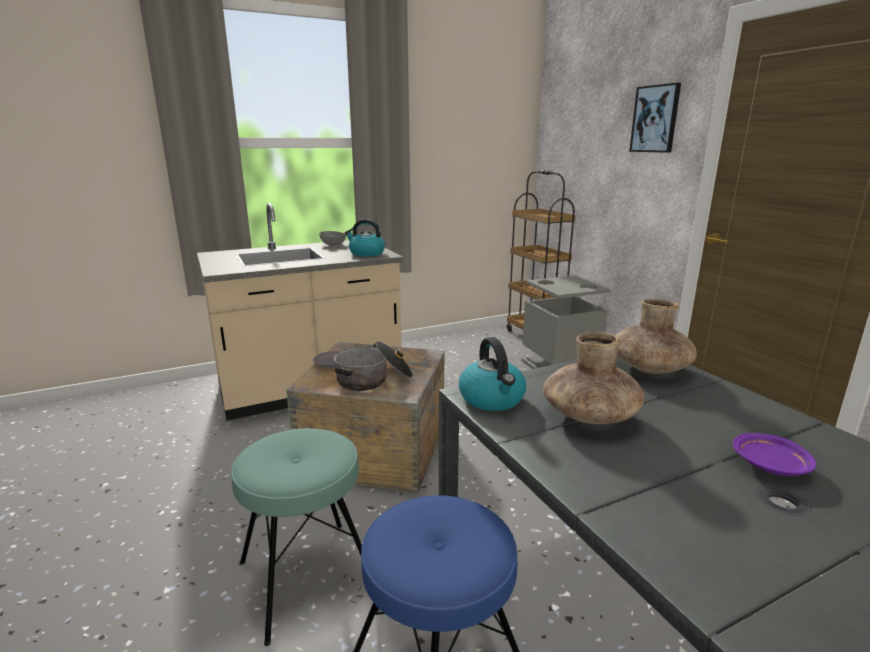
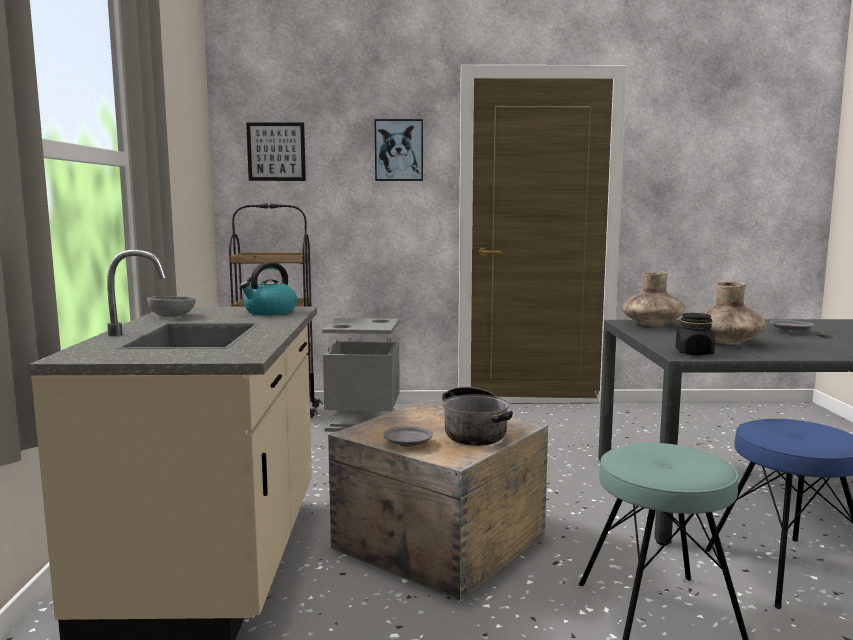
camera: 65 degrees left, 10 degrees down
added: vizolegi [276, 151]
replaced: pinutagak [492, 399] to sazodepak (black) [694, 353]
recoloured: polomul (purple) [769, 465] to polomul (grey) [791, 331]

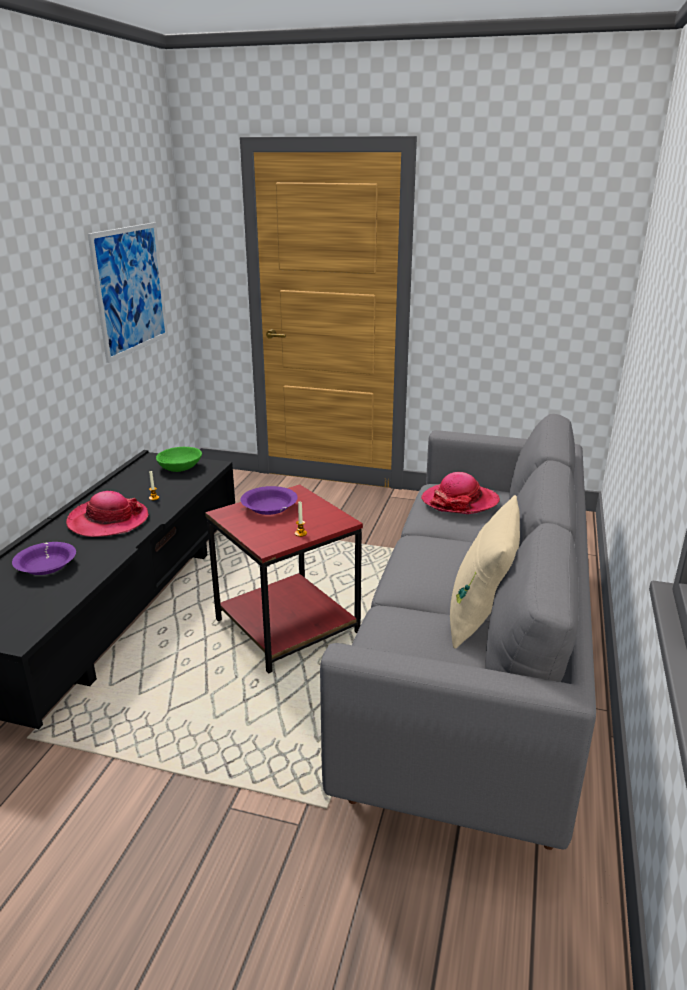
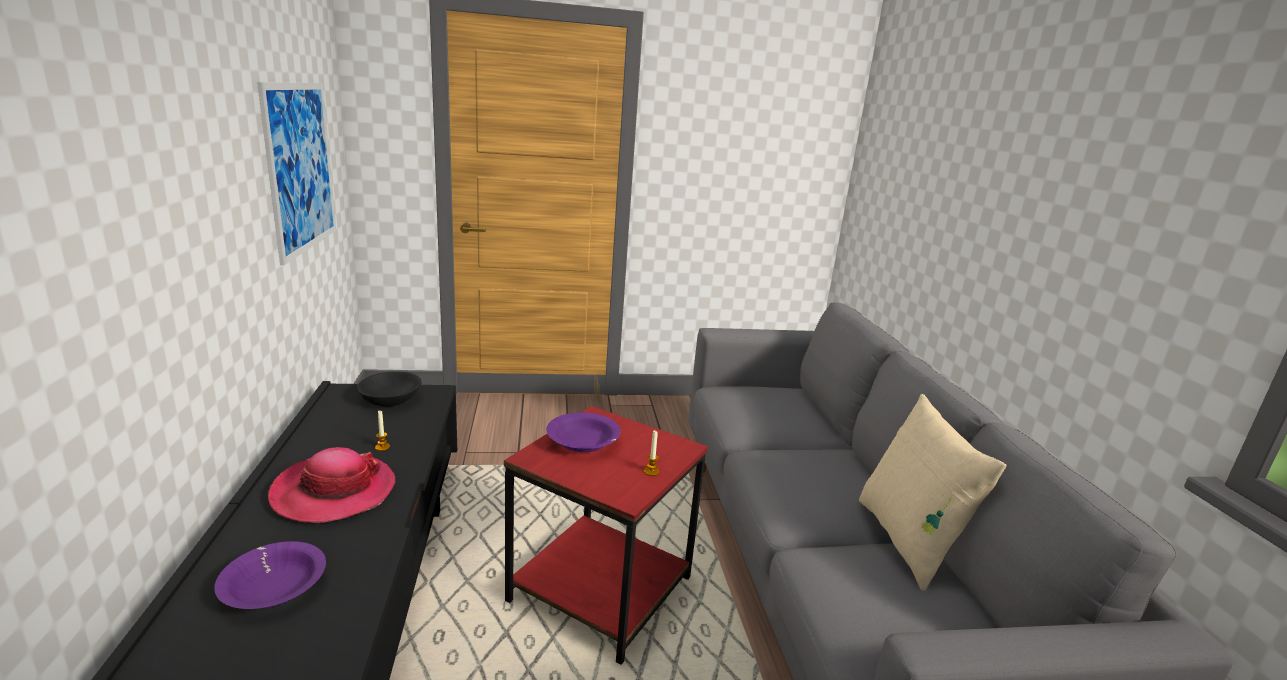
camera: 25 degrees left, 5 degrees down
removed: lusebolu [460, 501]
recoloured: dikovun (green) [180, 467] to dikovun (black) [390, 399]

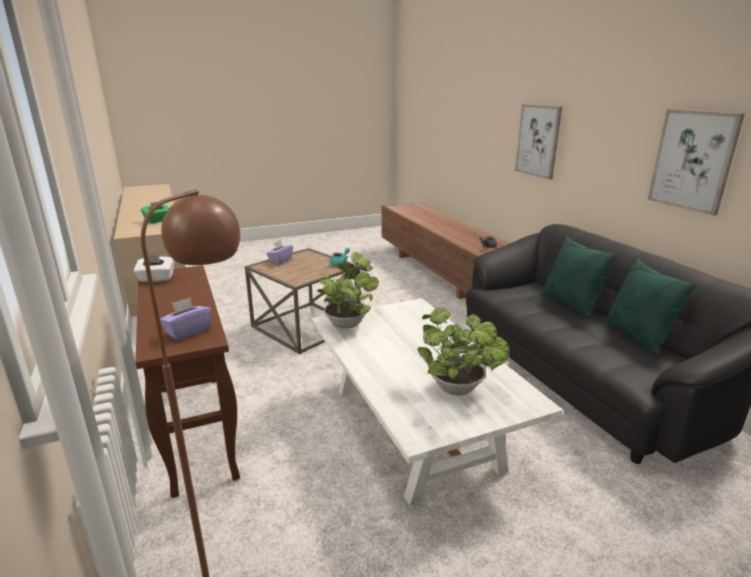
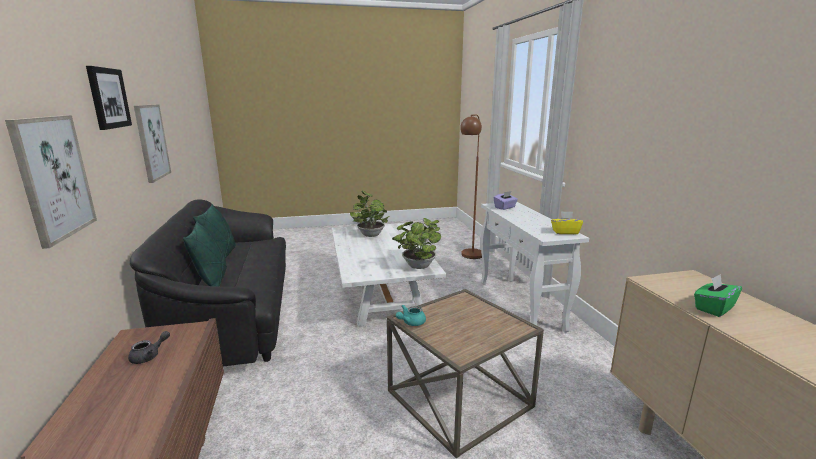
camera: 170 degrees left, 5 degrees down
removed: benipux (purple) [280, 260]
added: vizolegi [108, 98]
recoloured: benipux (white) [156, 279] to benipux (yellow) [565, 232]; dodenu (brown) [196, 428] to dodenu (white) [520, 305]

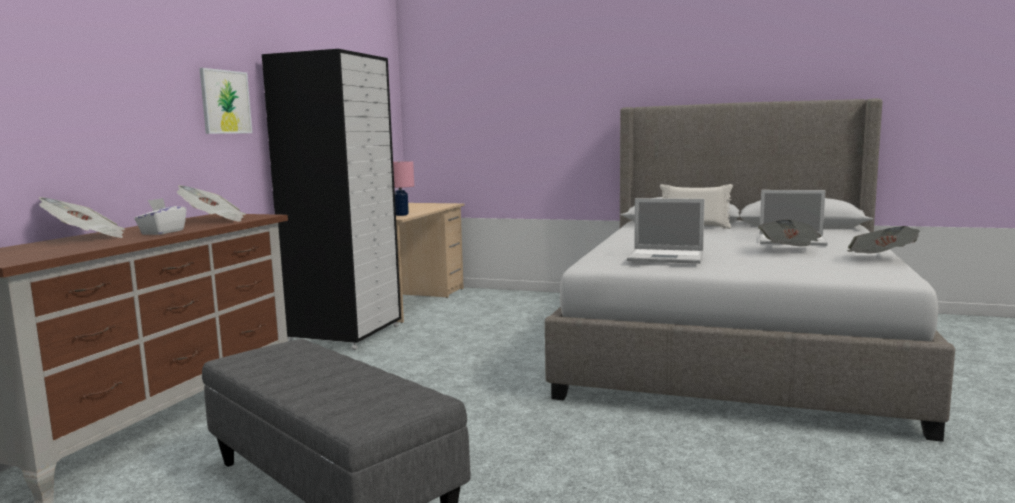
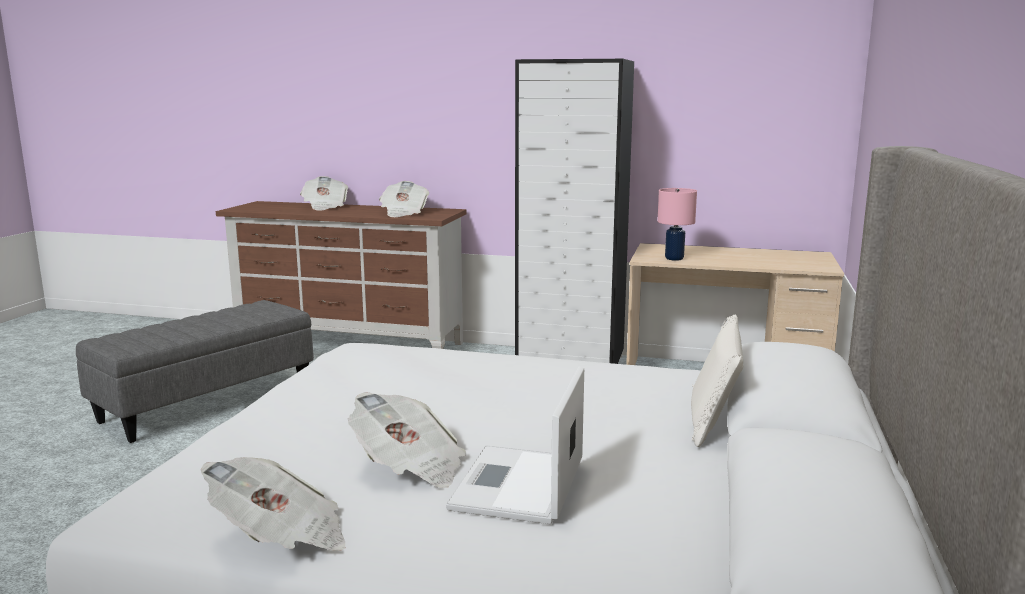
camera: 85 degrees right, 5 degrees up
removed: vizolegi [225, 102]; benipux (white) [162, 232]; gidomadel [667, 257]

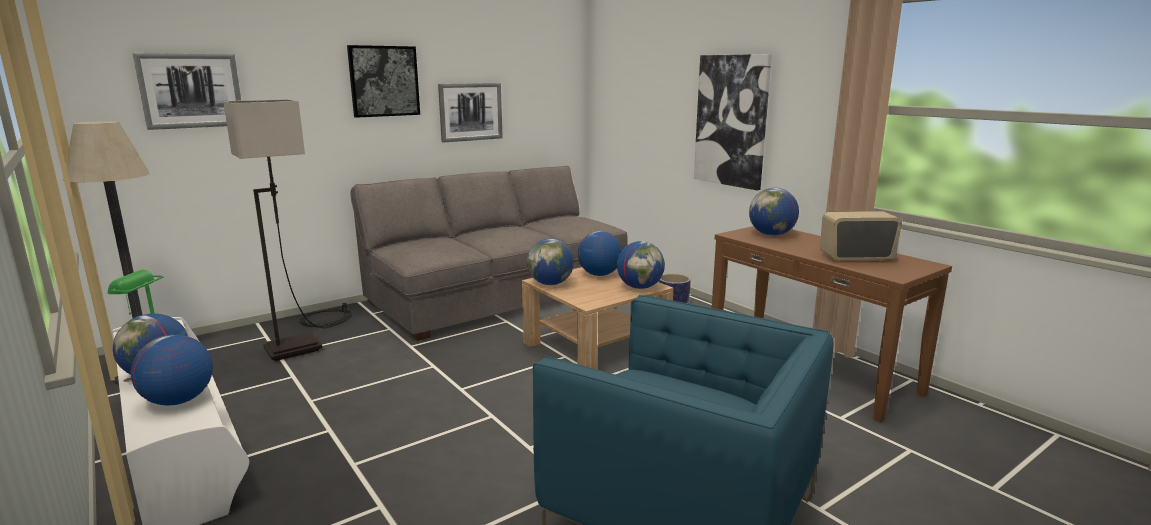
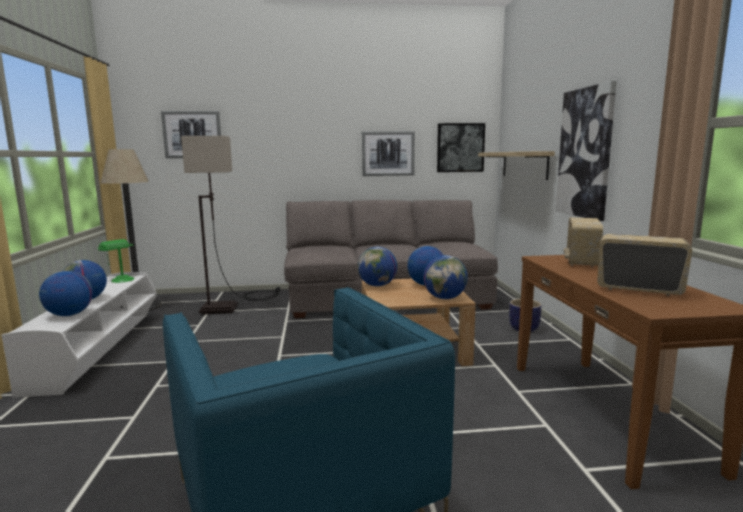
camera: 30 degrees right, 5 degrees down
added: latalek [524, 164]
moved: vizolegi [384, 81] to [460, 147]
replaced: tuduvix [771, 235] to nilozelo [580, 262]

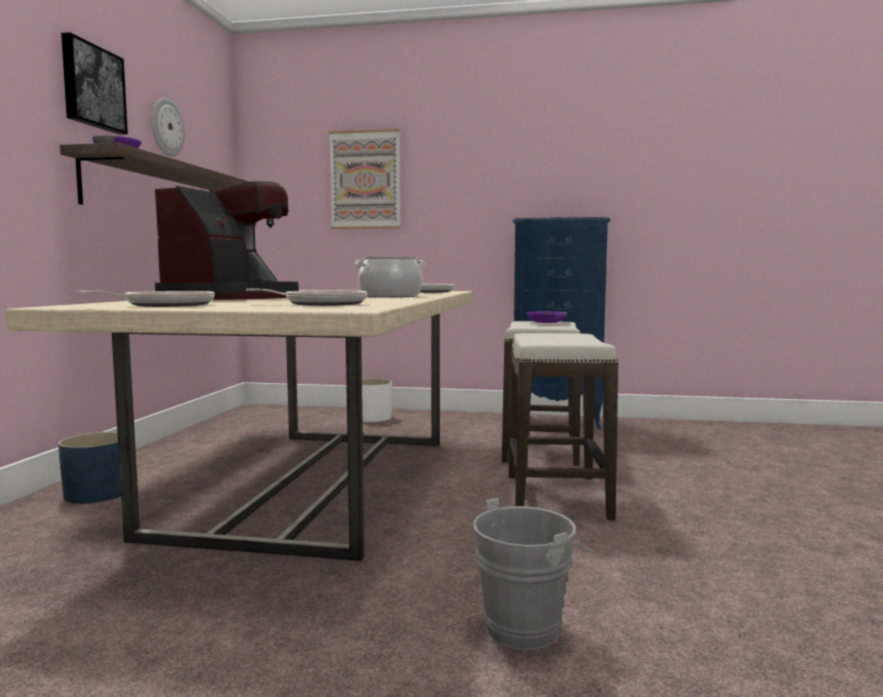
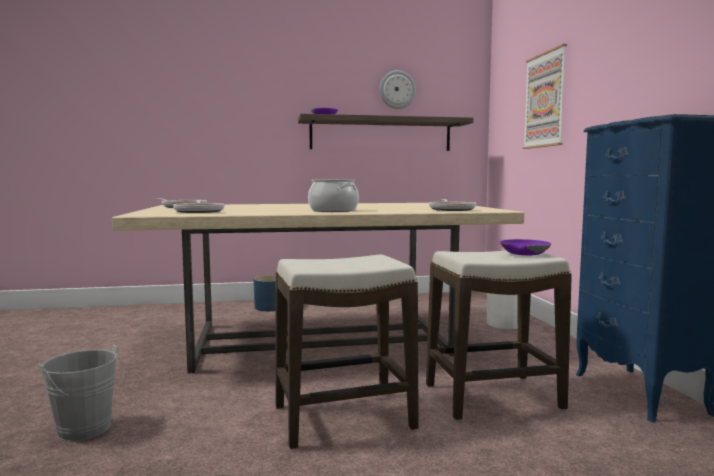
camera: 70 degrees right, 0 degrees up
removed: vizolegi [92, 87]; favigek [234, 298]

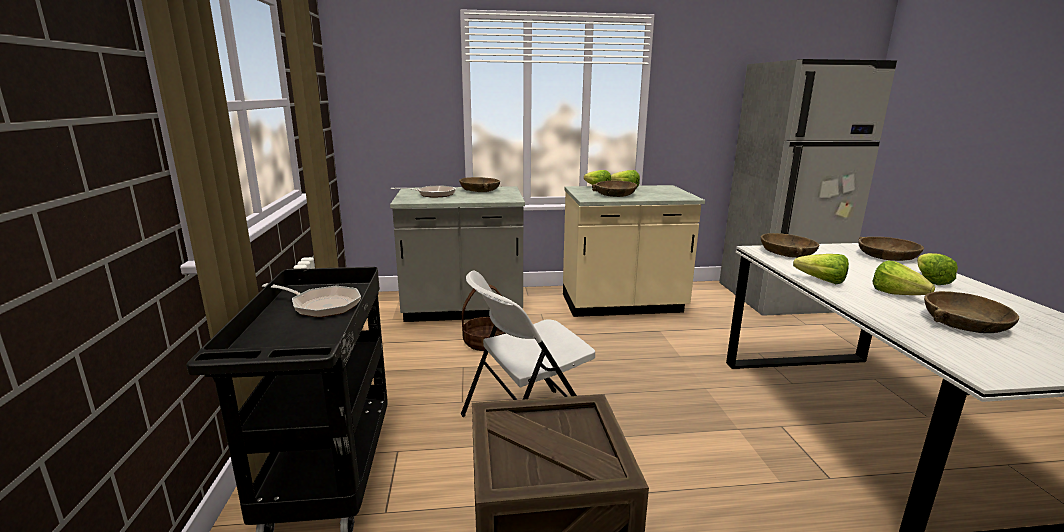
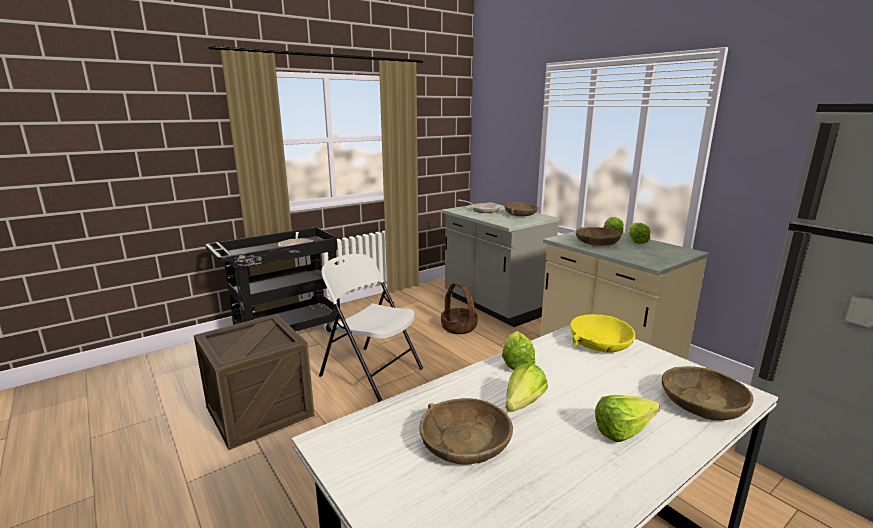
camera: 60 degrees right, 0 degrees up
recoloured: dikovun (brown) [787, 253] to dikovun (yellow) [600, 342]

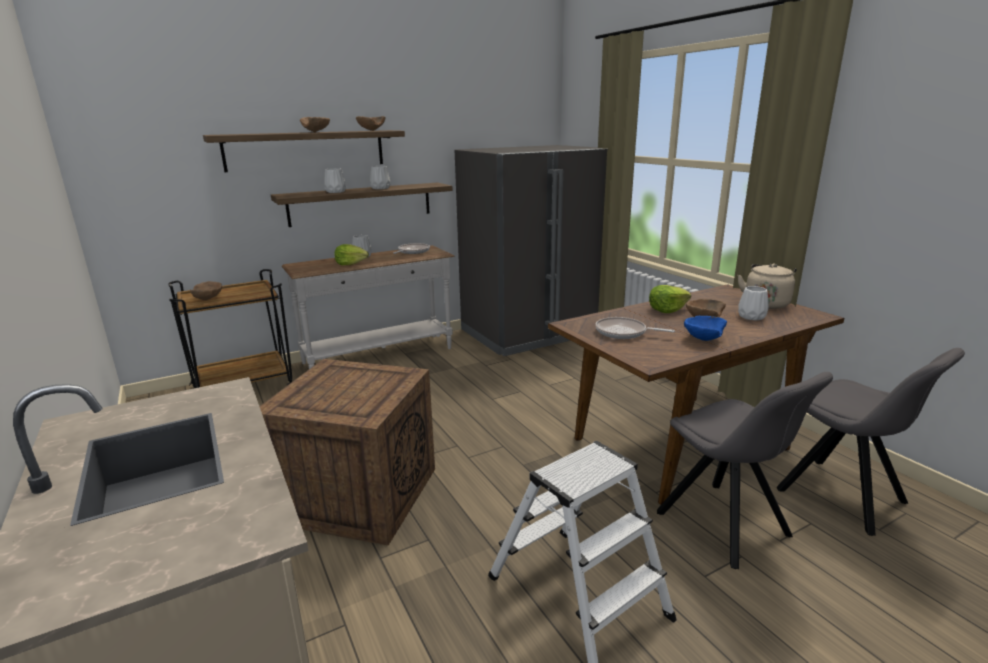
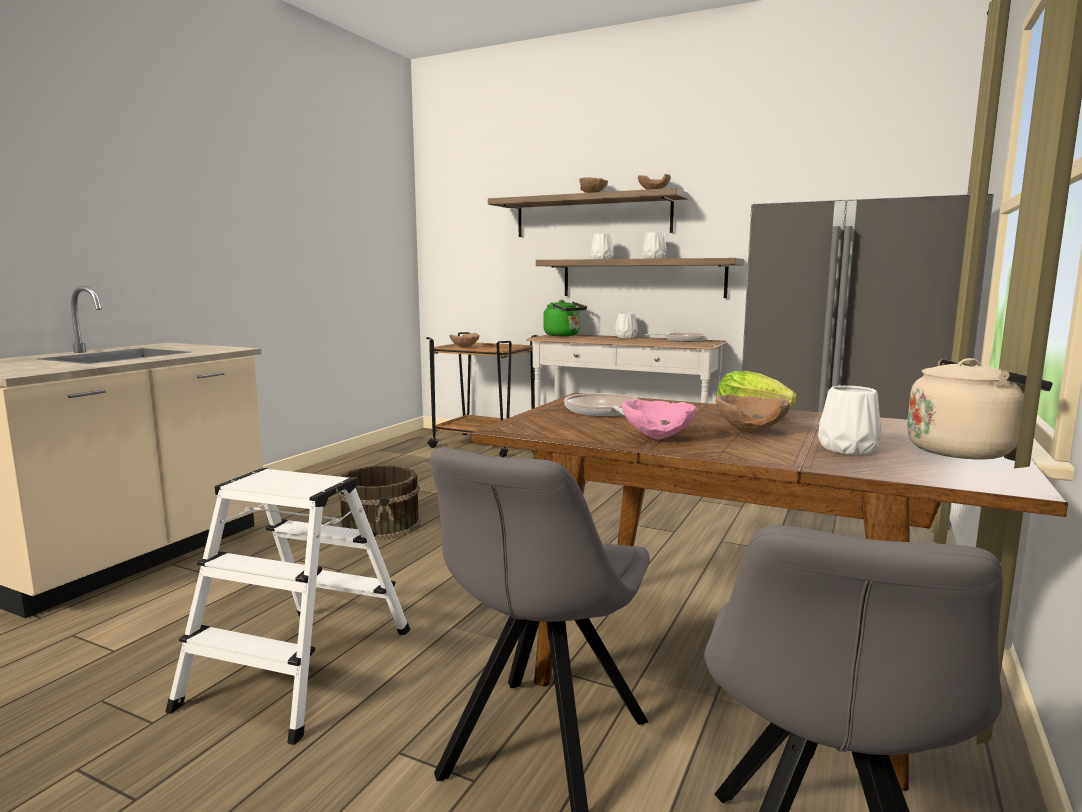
camera: 55 degrees right, 10 degrees down
removed: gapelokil [351, 264]
added: pinutagak (green) [564, 335]
replaced: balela [358, 493] to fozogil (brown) [381, 524]
recoloured: dikovun (blue) [702, 339] to dikovun (pink) [658, 437]

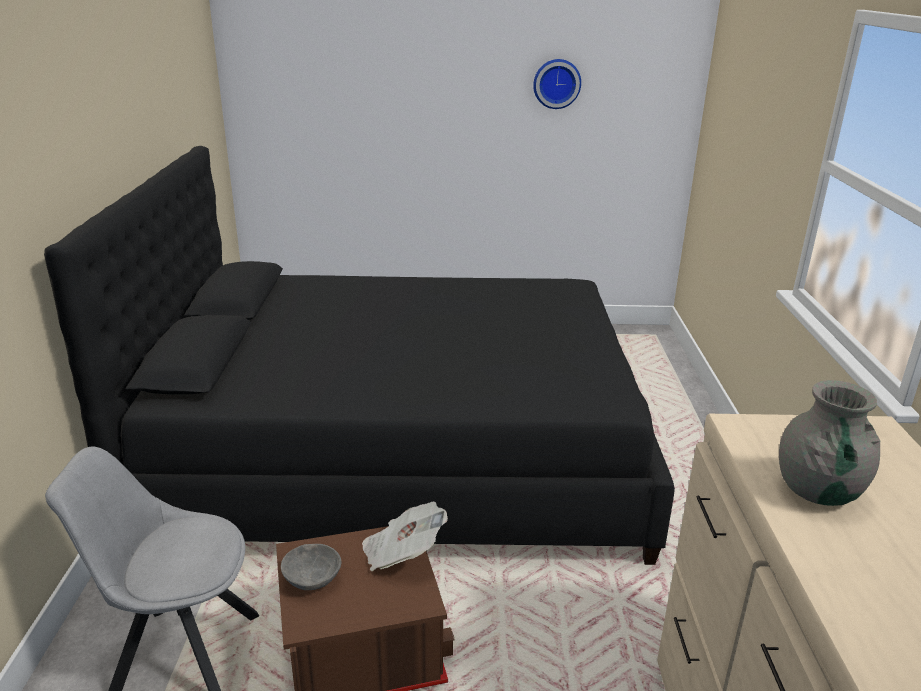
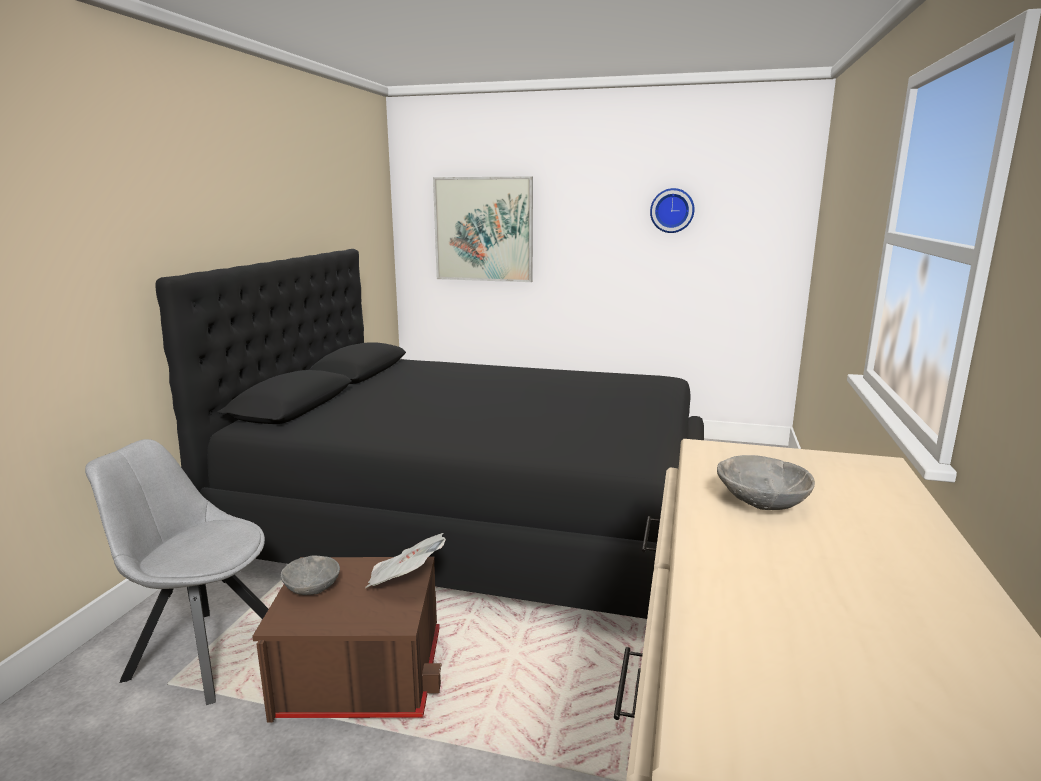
camera: 15 degrees right, 10 degrees down
added: vizolegi [483, 229]
replaced: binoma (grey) [818, 491] to dikovun (grey) [760, 503]

